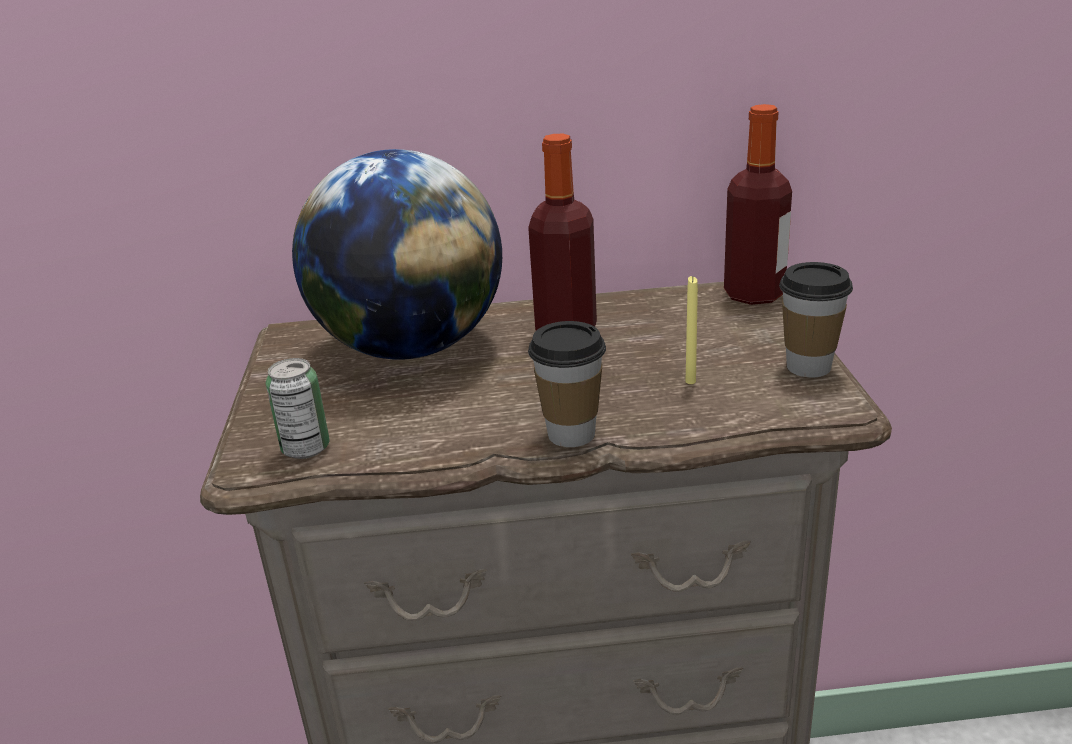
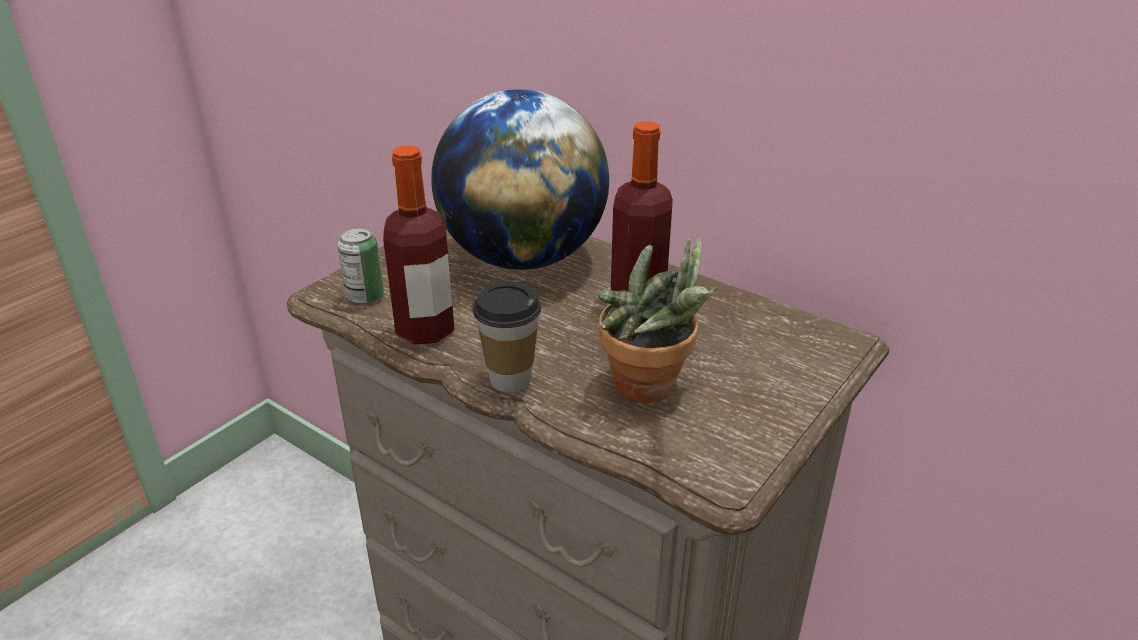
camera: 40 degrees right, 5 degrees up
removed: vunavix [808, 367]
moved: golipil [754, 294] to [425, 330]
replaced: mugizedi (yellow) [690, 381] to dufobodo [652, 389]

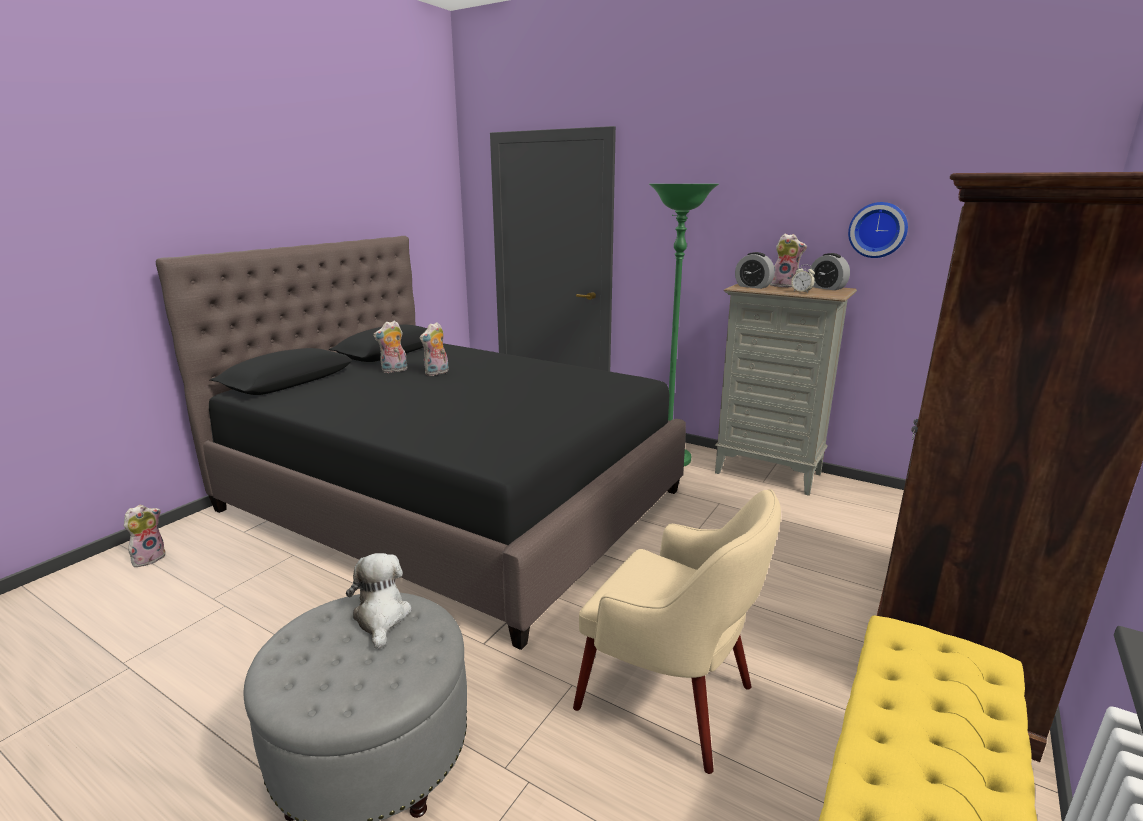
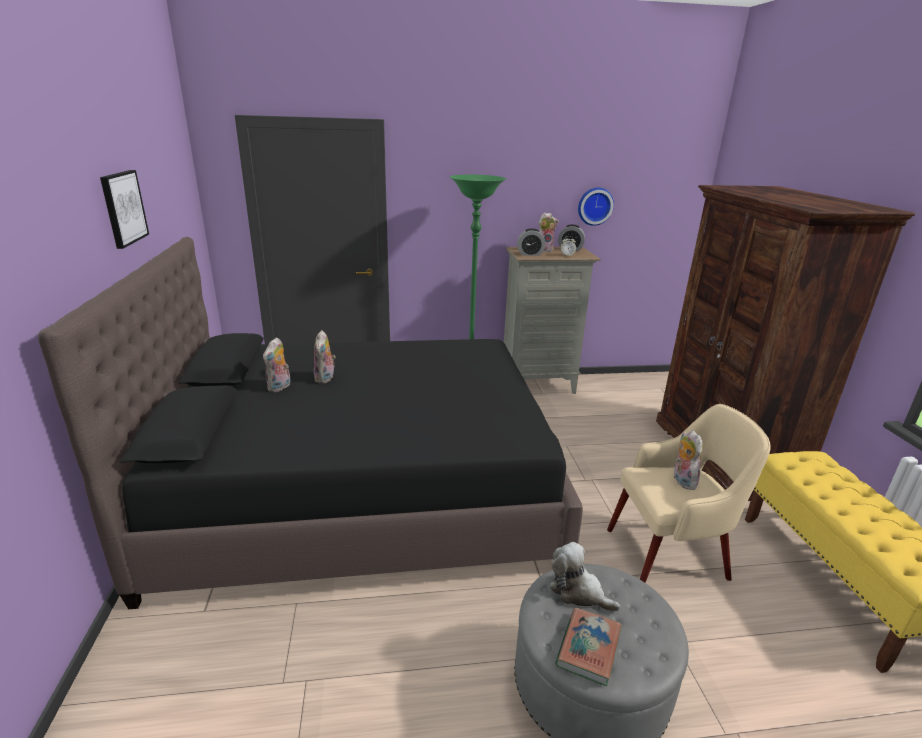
camera: 40 degrees left, 5 degrees up
added: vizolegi [123, 208]; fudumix [588, 648]
moved: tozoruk [149, 558] to [682, 480]

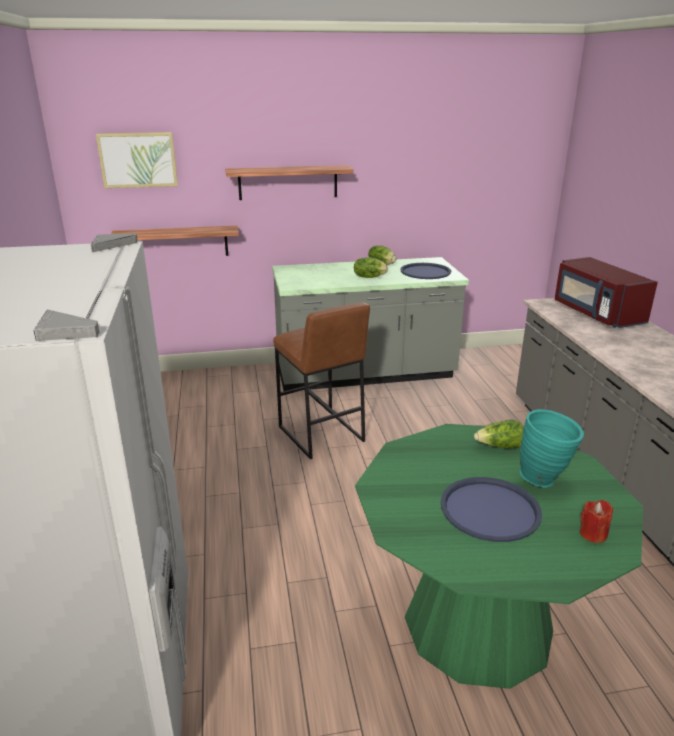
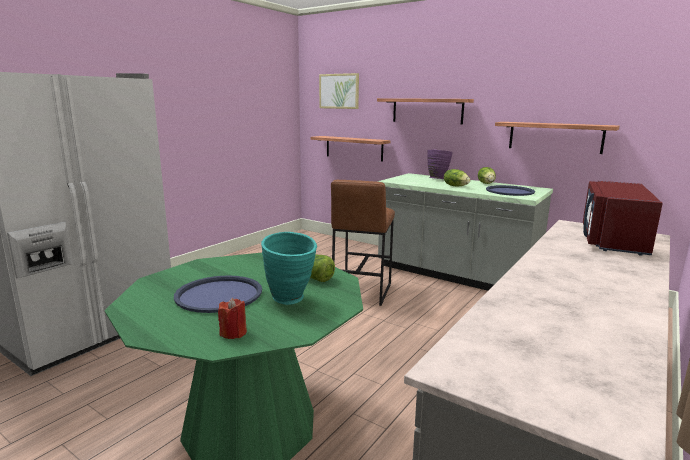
camera: 45 degrees right, 10 degrees down
added: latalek [555, 137]; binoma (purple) [437, 179]

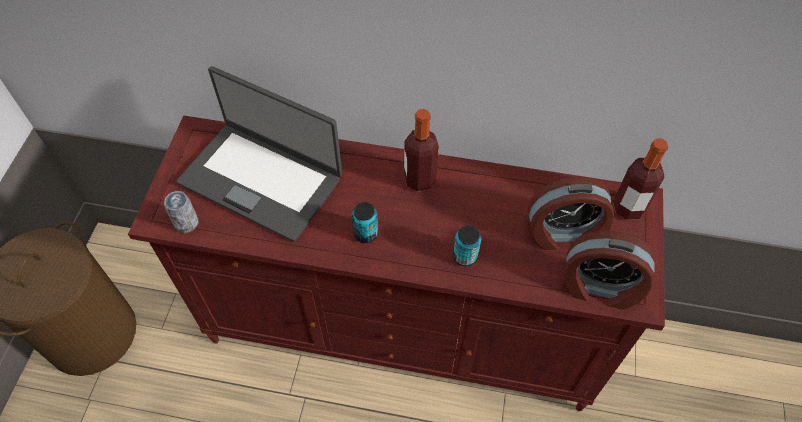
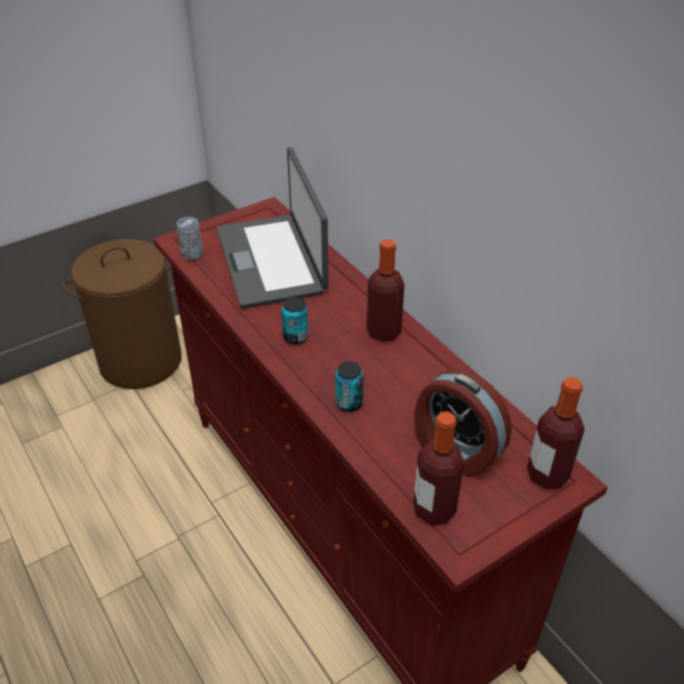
camera: 45 degrees right, 15 degrees down
replaced: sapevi [600, 287] to golipil [434, 509]

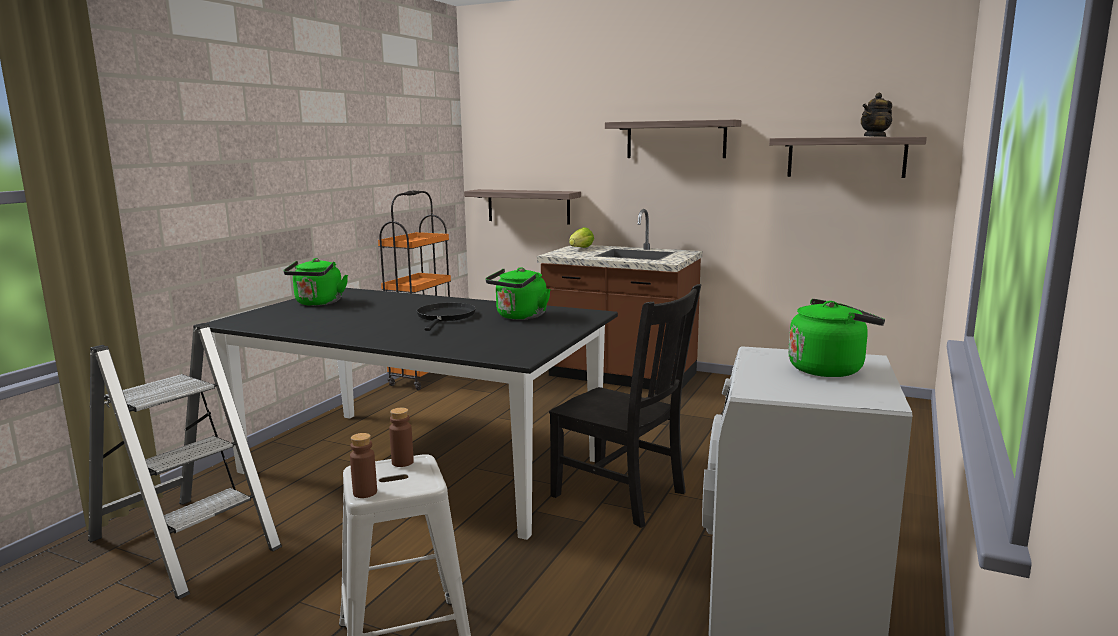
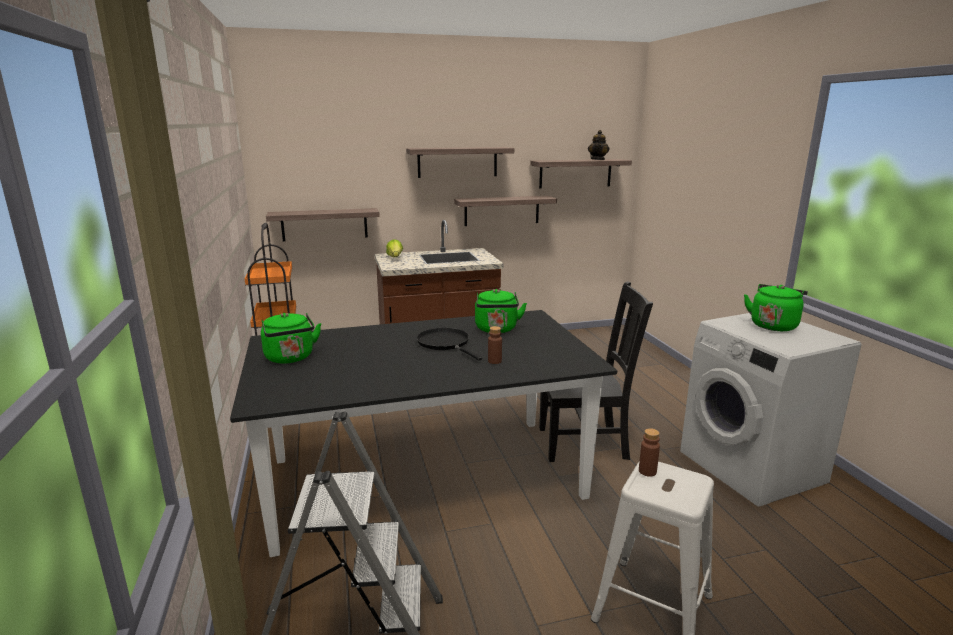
camera: 40 degrees left, 5 degrees up
added: latalek [502, 210]
moved: golipil (brown) [365, 492] to [494, 361]

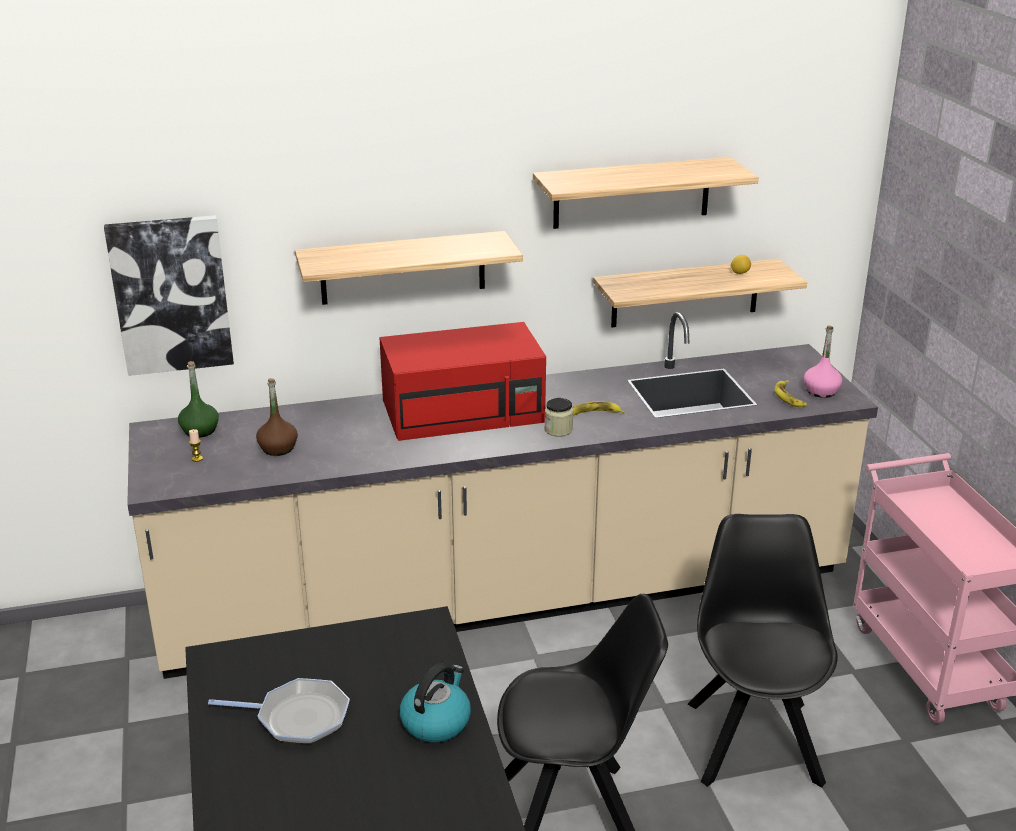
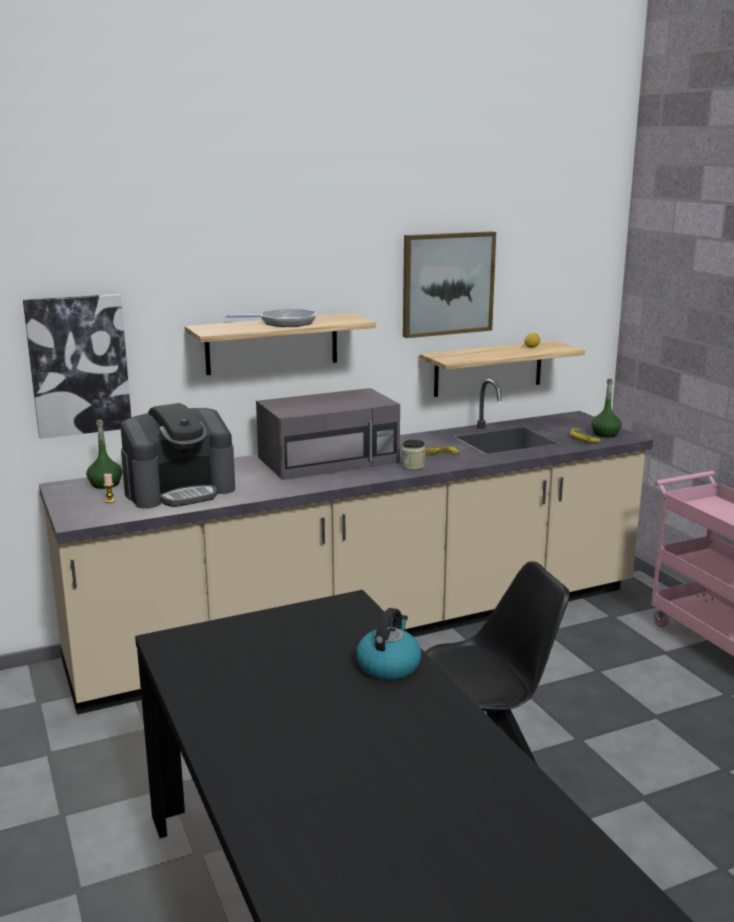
camera: 10 degrees left, 10 degrees down
removed: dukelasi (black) [754, 739]
moved: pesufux [298, 717] to [284, 322]
replaced: latalek [632, 193] to vizolegi [447, 283]; golipil (brown) [278, 448] to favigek [180, 490]
recoloured: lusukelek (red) [465, 410] to lusukelek (grey) [330, 460]; golipil (pink) [821, 391] to golipil (green) [605, 434]

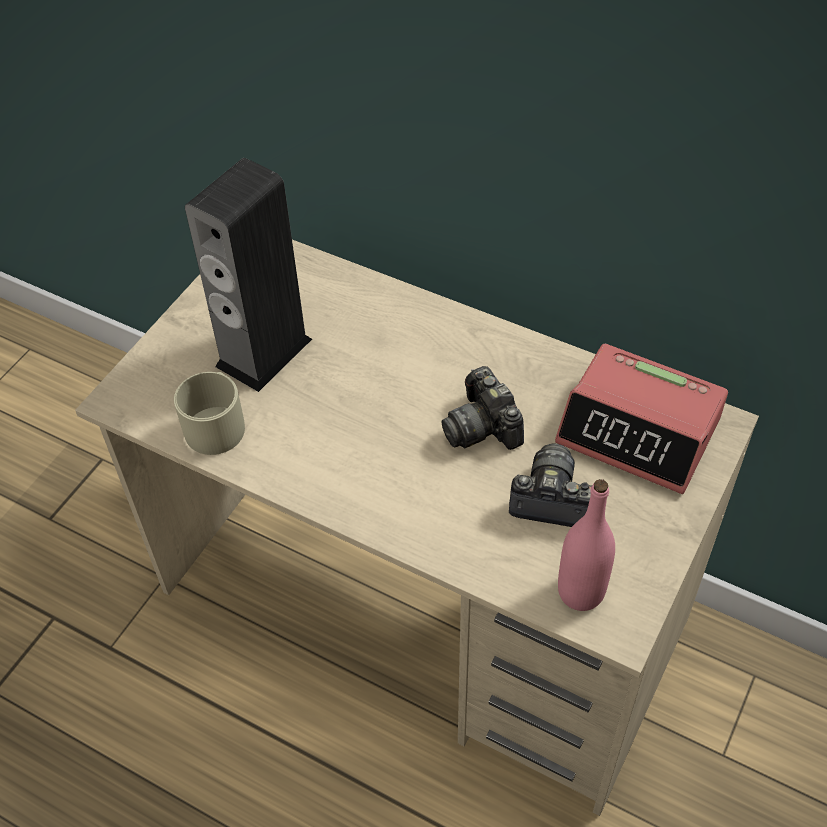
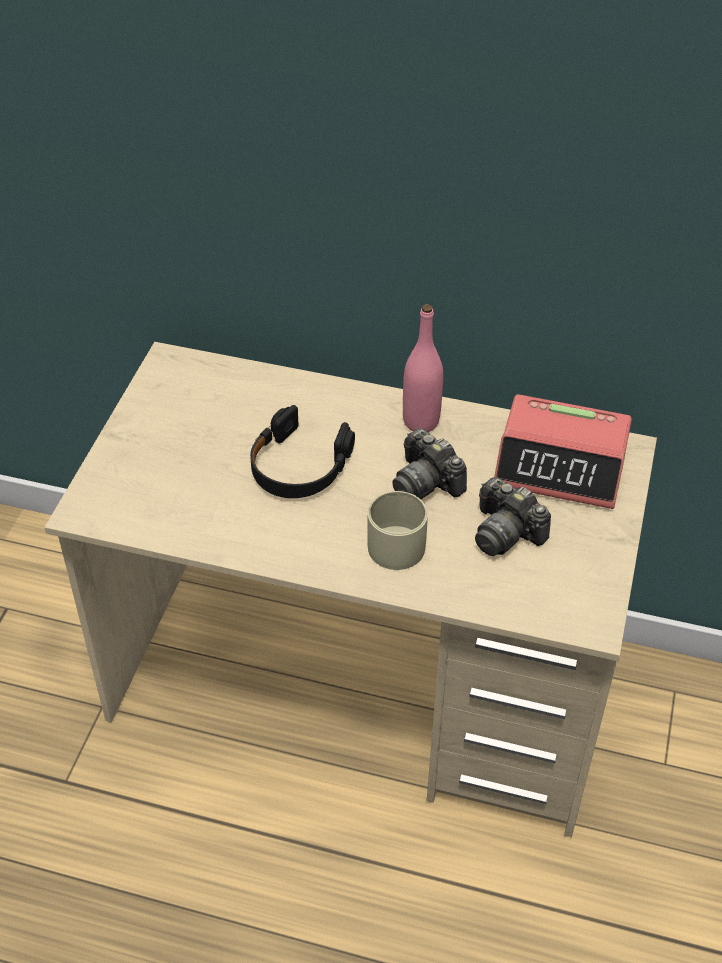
camera: 15 degrees left, 5 degrees down
removed: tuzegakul [264, 352]
added: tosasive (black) [298, 466]
moved: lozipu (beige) [216, 423] to [395, 541]; golipil (pink) [580, 592] to [421, 421]
turned: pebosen [553, 500] = [505, 532] 135 degrees counterclockwise

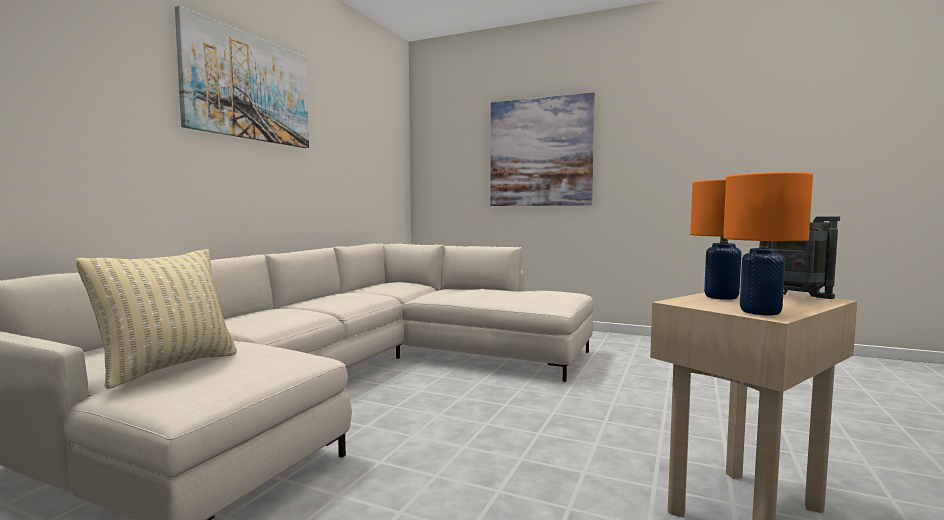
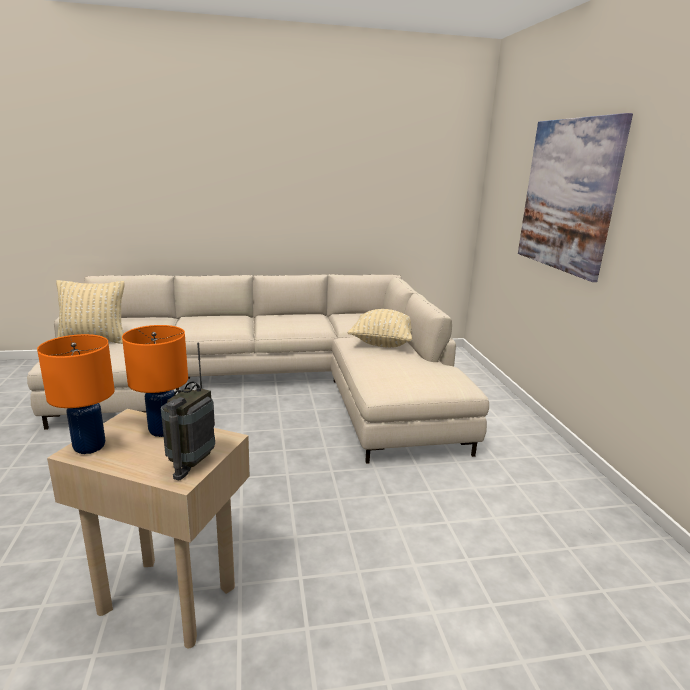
camera: 55 degrees right, 15 degrees up
removed: vizolegi [249, 87]
added: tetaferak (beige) [383, 343]

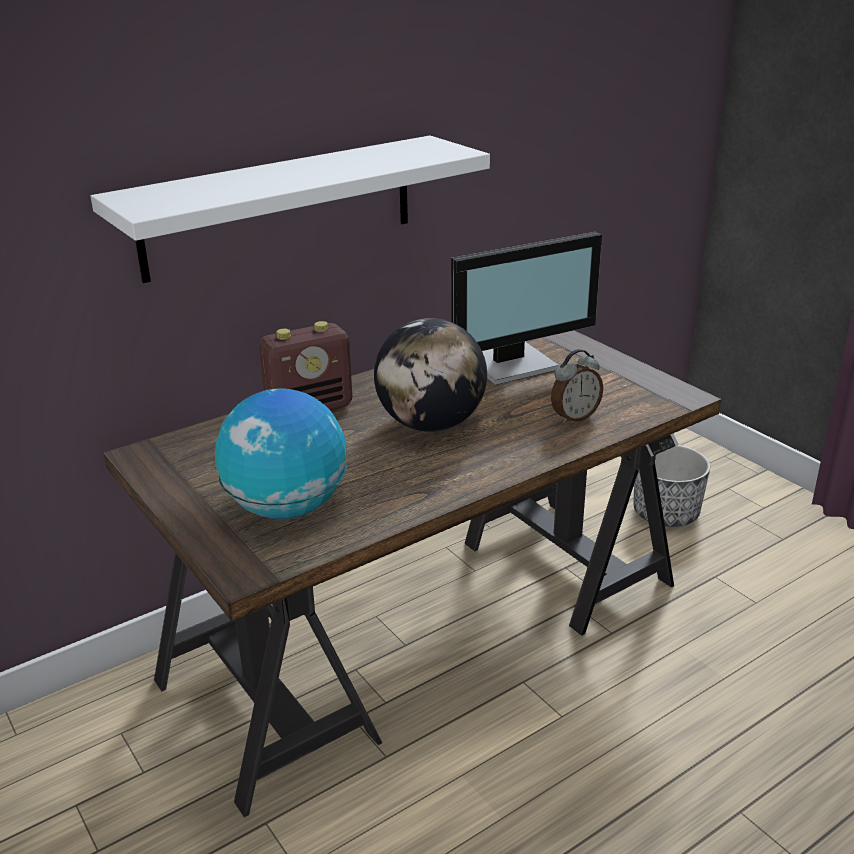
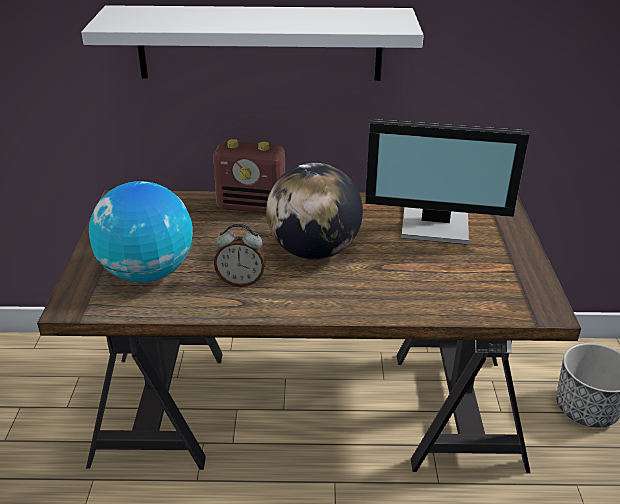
camera: 35 degrees right, 5 degrees up
moved: sapevi [574, 417] to [241, 281]

